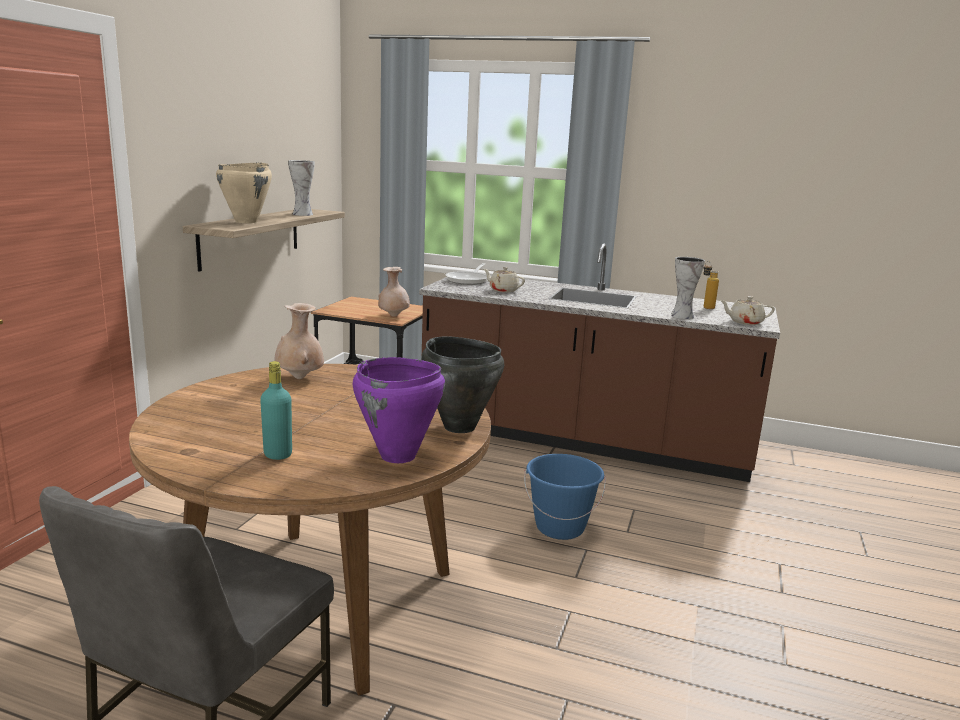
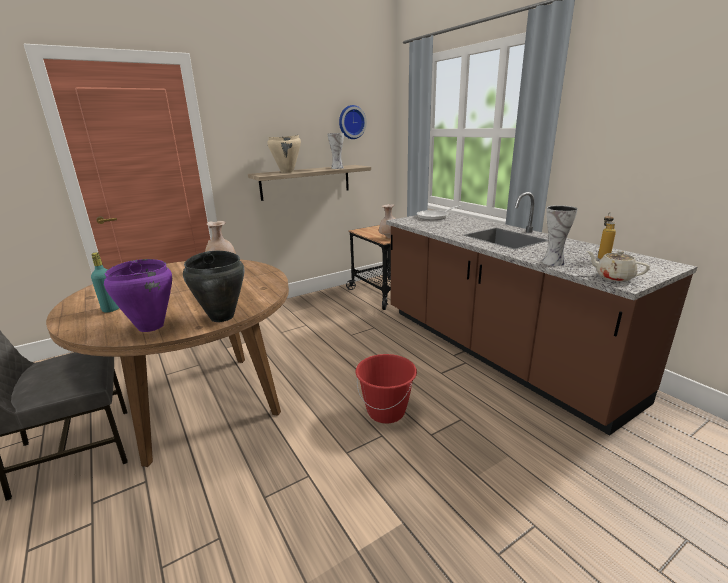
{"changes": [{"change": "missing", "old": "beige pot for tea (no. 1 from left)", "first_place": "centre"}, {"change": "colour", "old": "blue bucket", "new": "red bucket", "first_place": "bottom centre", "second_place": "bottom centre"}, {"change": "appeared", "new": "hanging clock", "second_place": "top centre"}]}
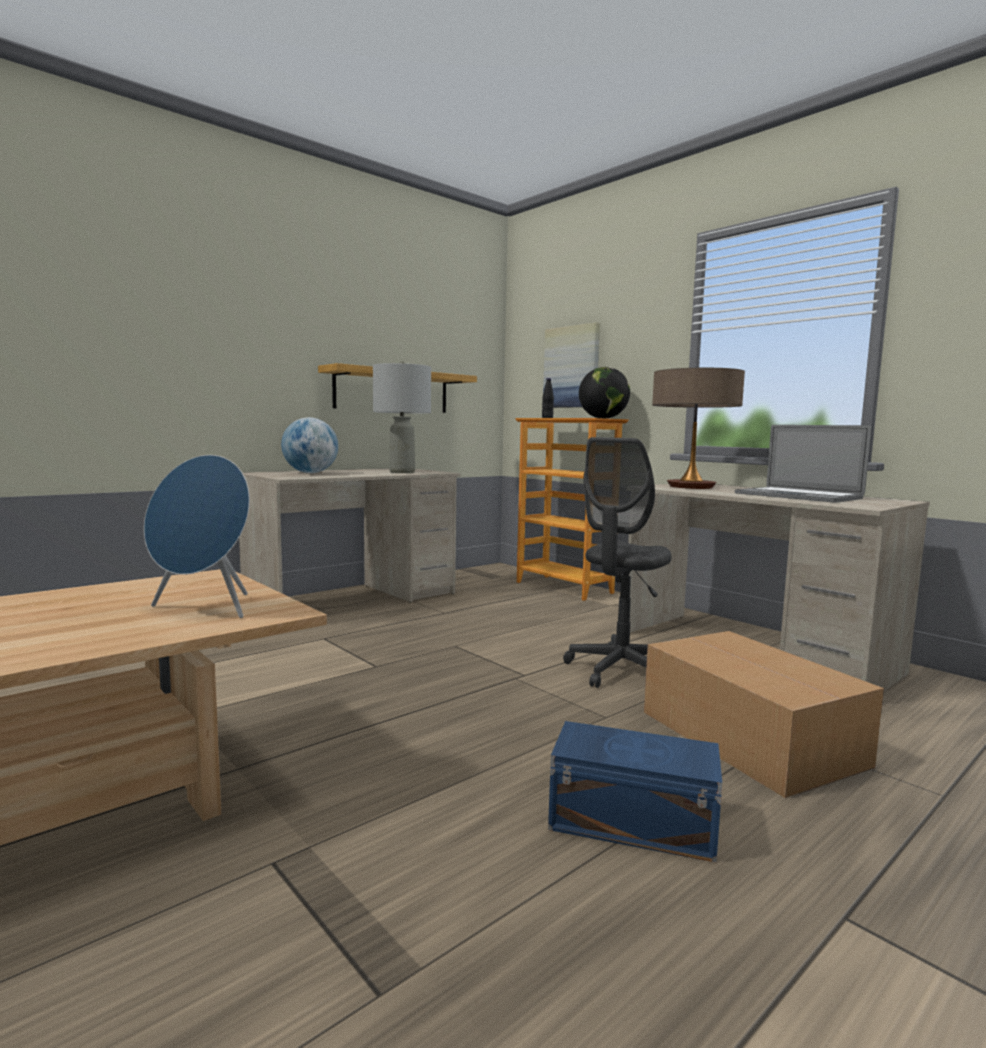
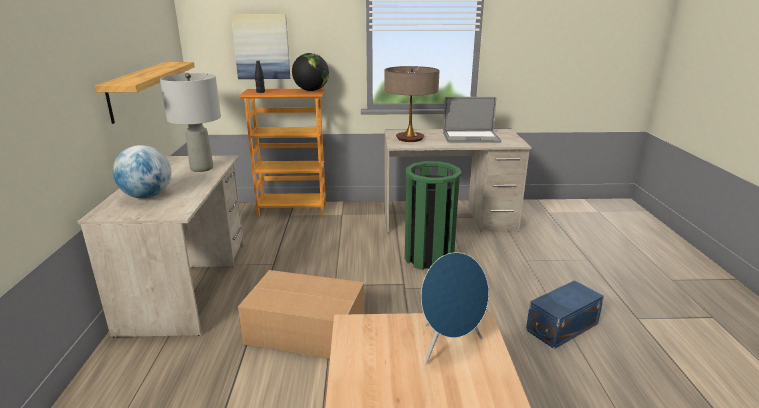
{"changes": [{"change": "exchanged", "old": "gray desk chair", "new": "green-coloured waste bin", "first_place": "centre", "second_place": "centre"}, {"change": "relocated", "old": "cardboard box", "first_place": "bottom right", "second_place": "bottom centre"}]}
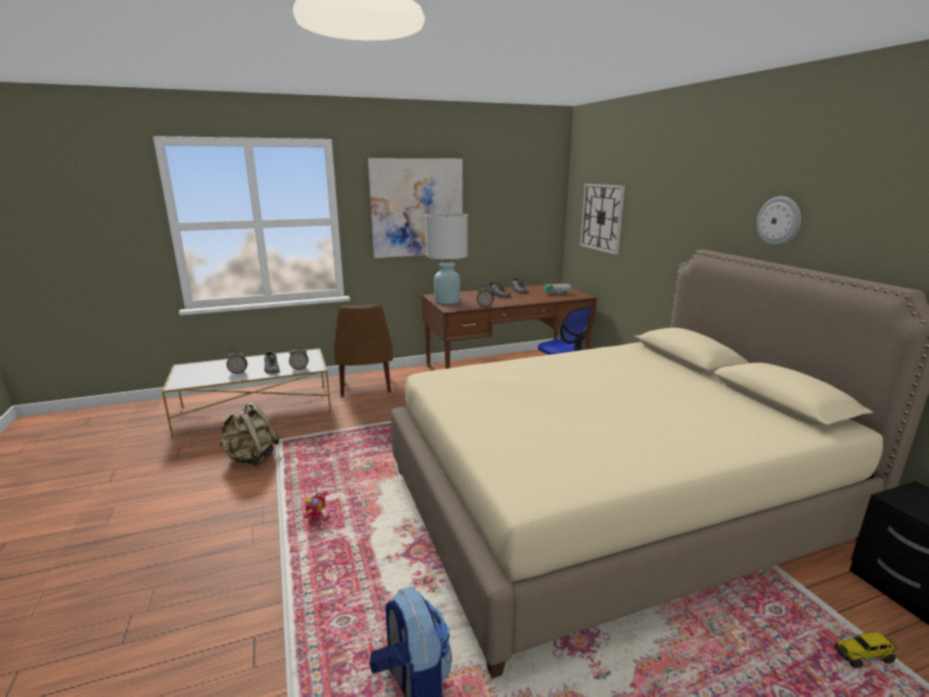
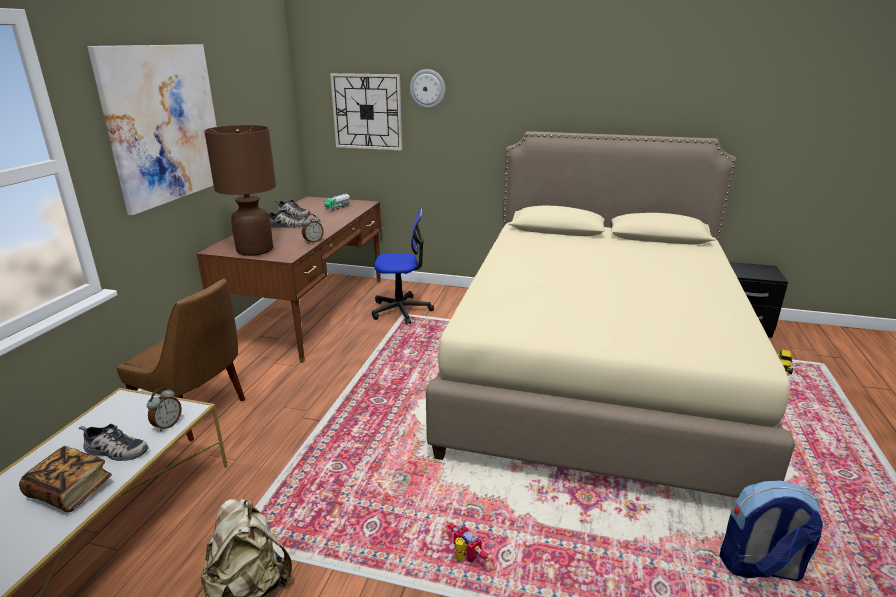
{"changes": [{"change": "relocated", "old": "hanging clock (no. 2 from left)", "first_place": "top right", "second_place": "top centre"}, {"change": "colour", "old": "white-coloured table lamp", "new": "brown table lamp", "first_place": "centre", "second_place": "top left"}, {"change": "exchanged", "old": "alarm clock (no. 1 from left)", "new": "book", "first_place": "middle left", "second_place": "bottom left"}]}
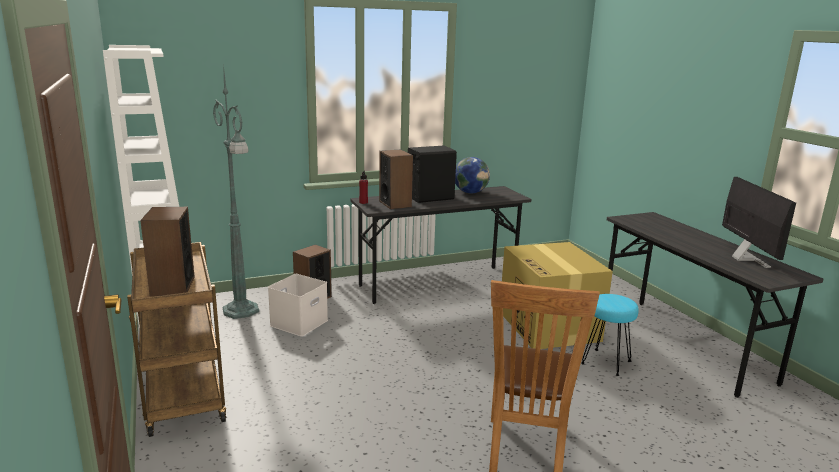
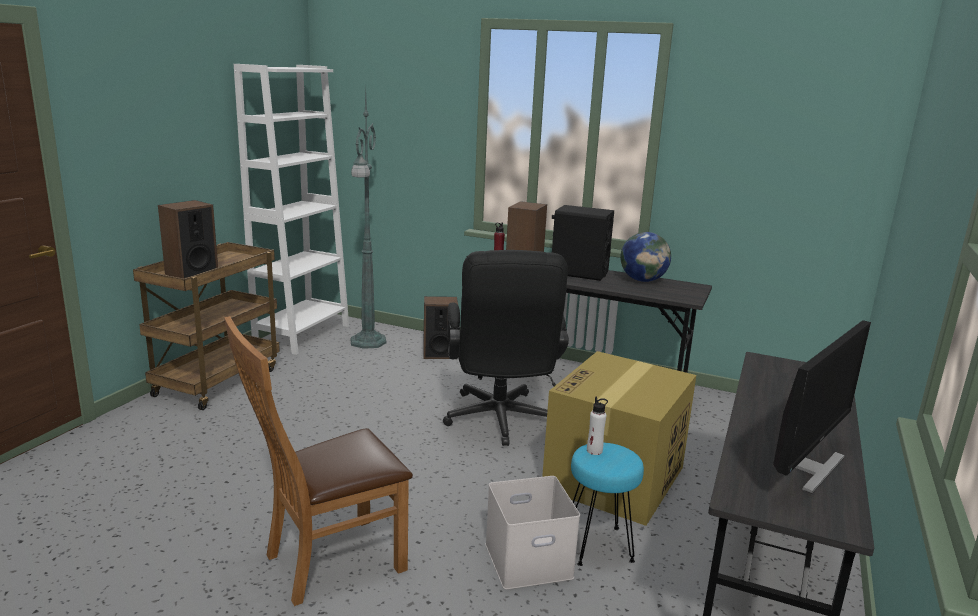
{"changes": [{"change": "relocated", "old": "white-coloured storage container", "first_place": "centre", "second_place": "bottom centre"}, {"change": "appeared", "new": "black-coloured desk chair", "second_place": "centre"}, {"change": "appeared", "new": "white-coloured beverage bottle", "second_place": "bottom centre"}]}
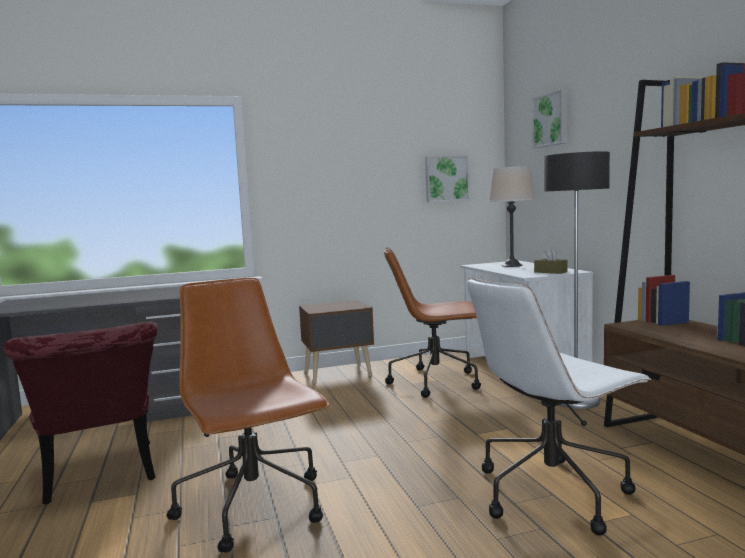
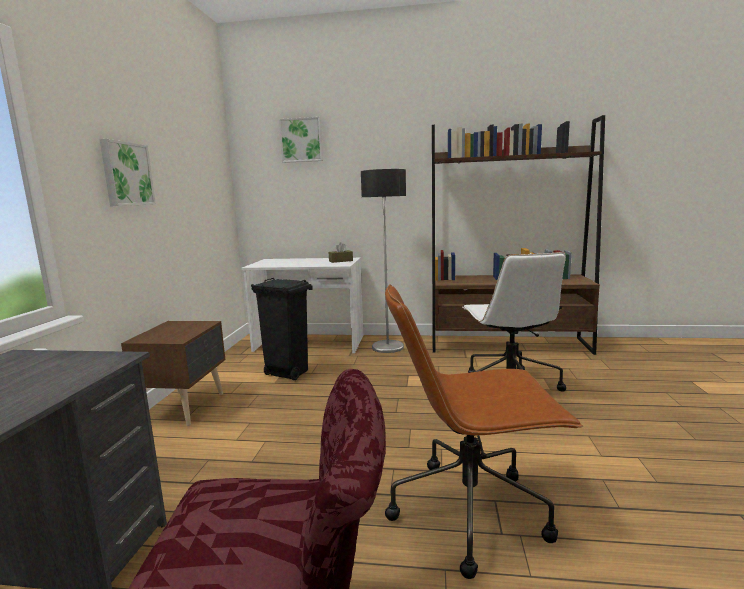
{"changes": [{"change": "relocated", "old": "wall picture (no. 1 from left)", "first_place": "top centre", "second_place": "top left"}, {"change": "missing", "old": "beige table lamp", "first_place": "middle right"}, {"change": "exchanged", "old": "brown desk chair (no. 2 from left)", "new": "black-coloured waste bin", "first_place": "centre", "second_place": "centre"}]}
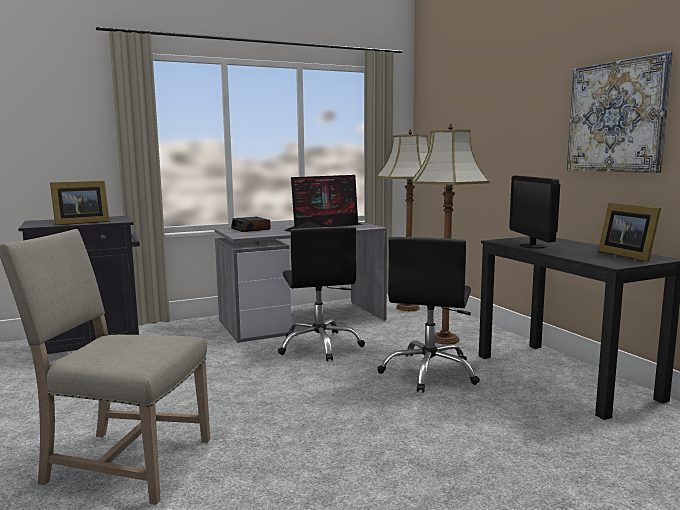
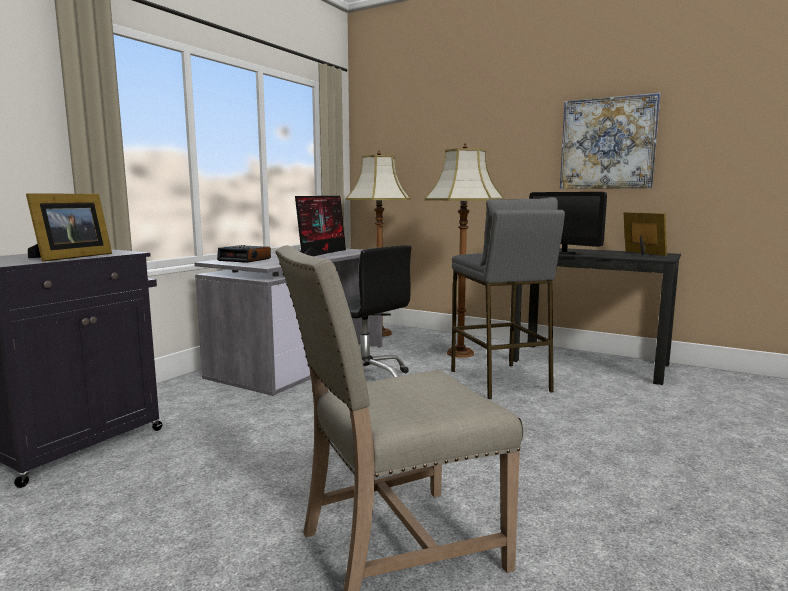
{"changes": [{"change": "spun", "old": "picture frame (no. 2 from left)", "first_place": "middle right", "second_place": "middle right", "degrees": -150}, {"change": "exchanged", "old": "black-coloured desk chair (no. 2 from left)", "new": "gray stool seat", "first_place": "centre", "second_place": "centre"}]}
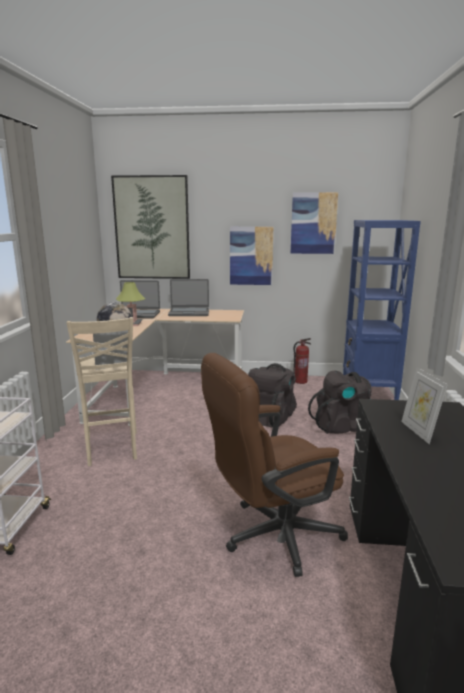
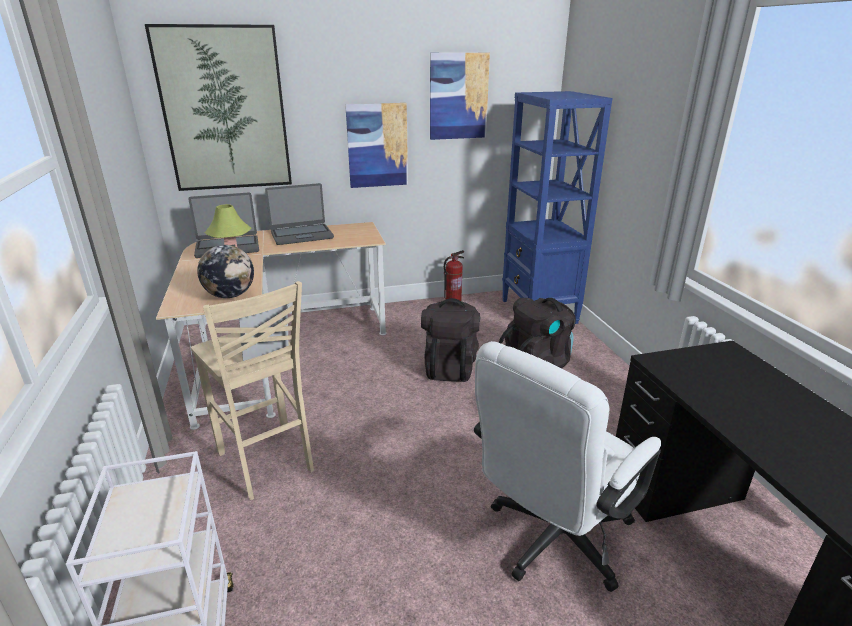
{"changes": [{"change": "colour", "old": "brown desk chair", "new": "white-coloured desk chair", "first_place": "bottom centre", "second_place": "bottom centre"}, {"change": "missing", "old": "picture frame (no. 2 from left)", "first_place": "middle right"}]}
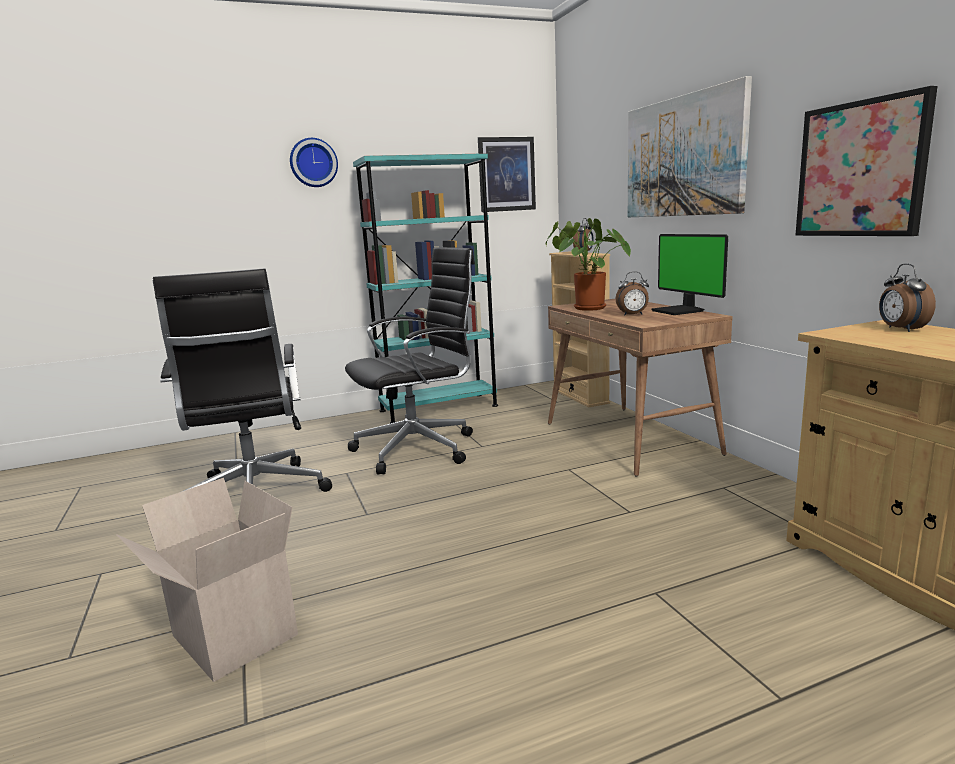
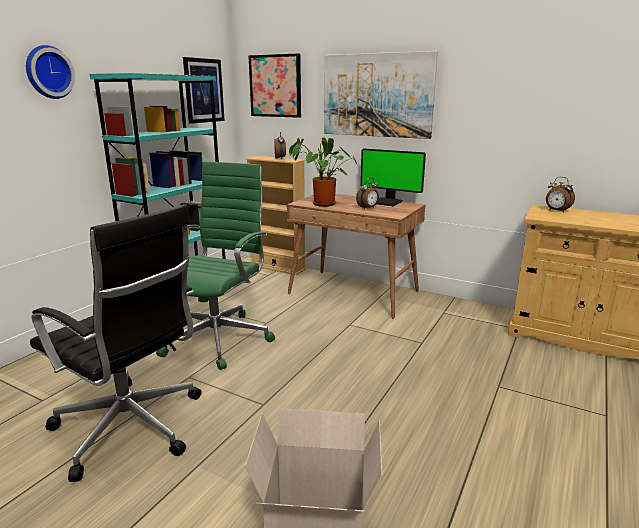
{"changes": [{"change": "relocated", "old": "wall picture (no. 3 from left in the first image)", "new": "wall picture (no. 2 from left)", "first_place": "top right", "second_place": "top centre"}, {"change": "colour", "old": "black-coloured desk chair (no. 2 from left)", "new": "green-coloured desk chair", "first_place": "centre", "second_place": "centre"}]}
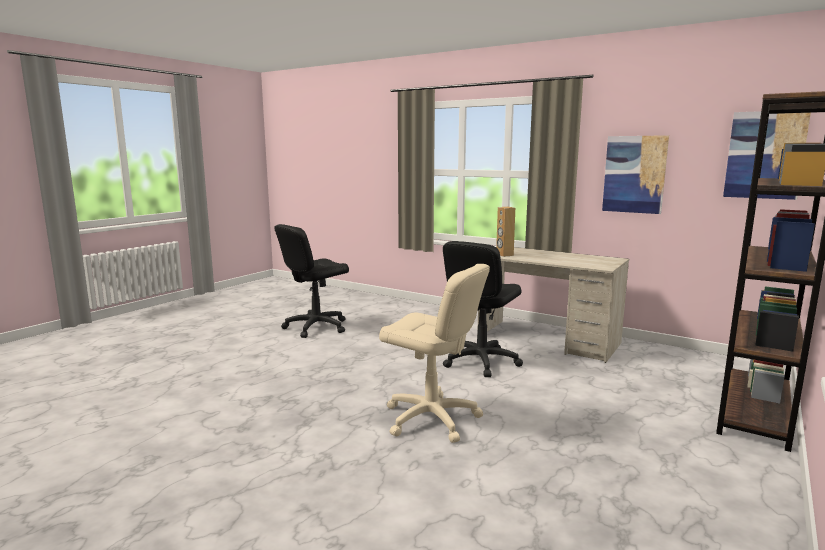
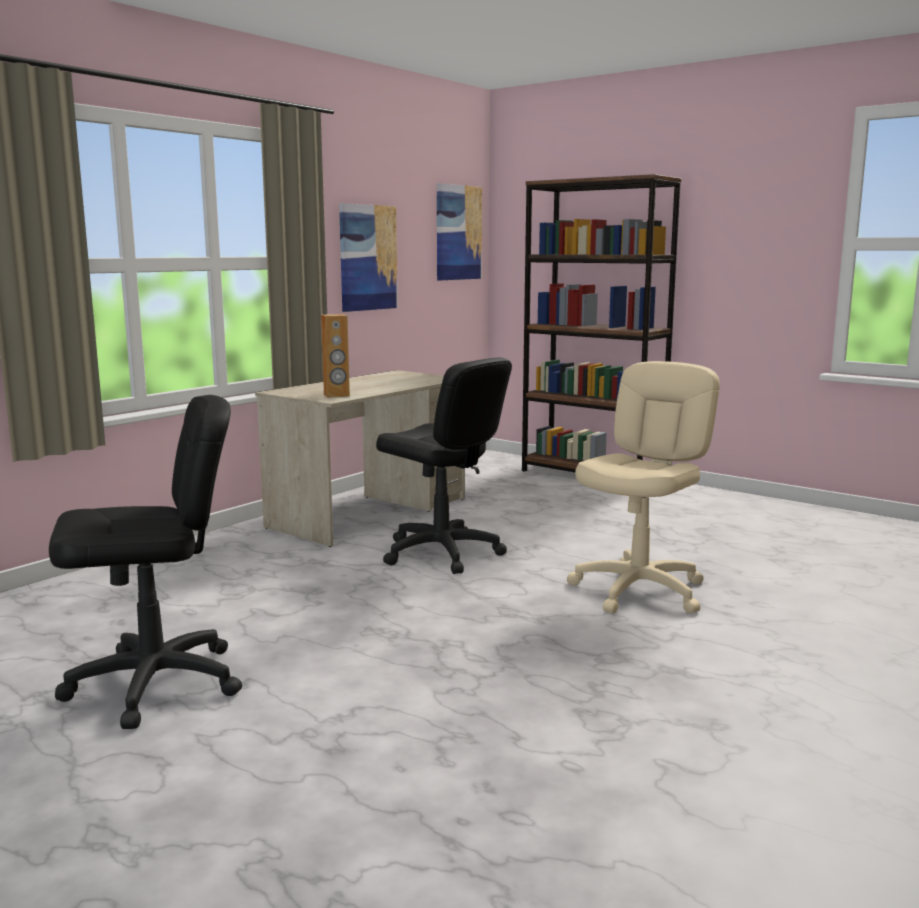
{"changes": [{"change": "spun", "old": "black-coloured desk chair (no. 1 from left)", "first_place": "centre", "second_place": "middle left", "degrees": -75}]}
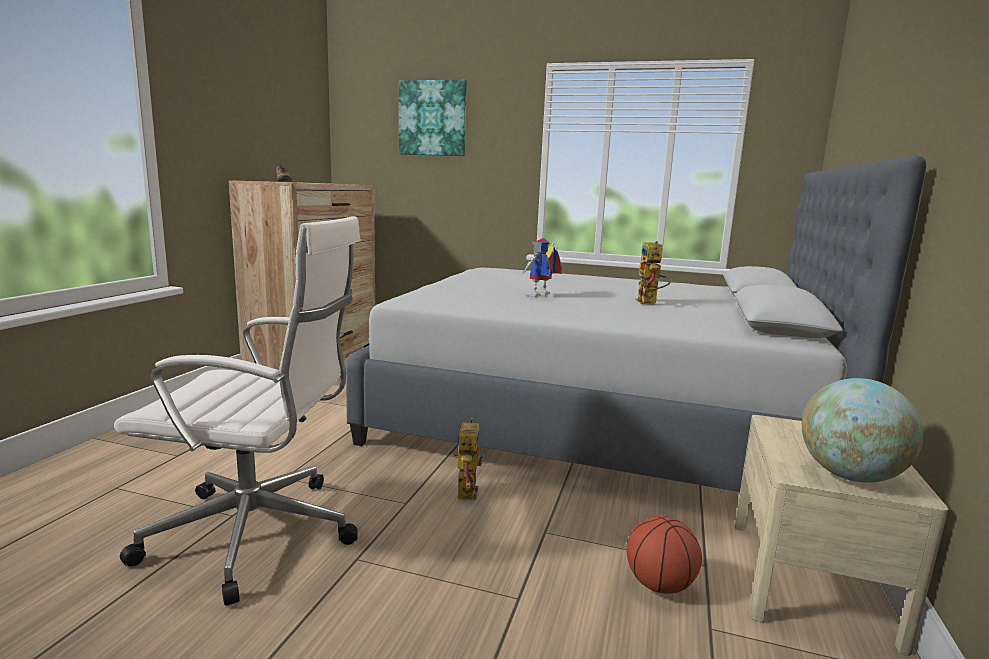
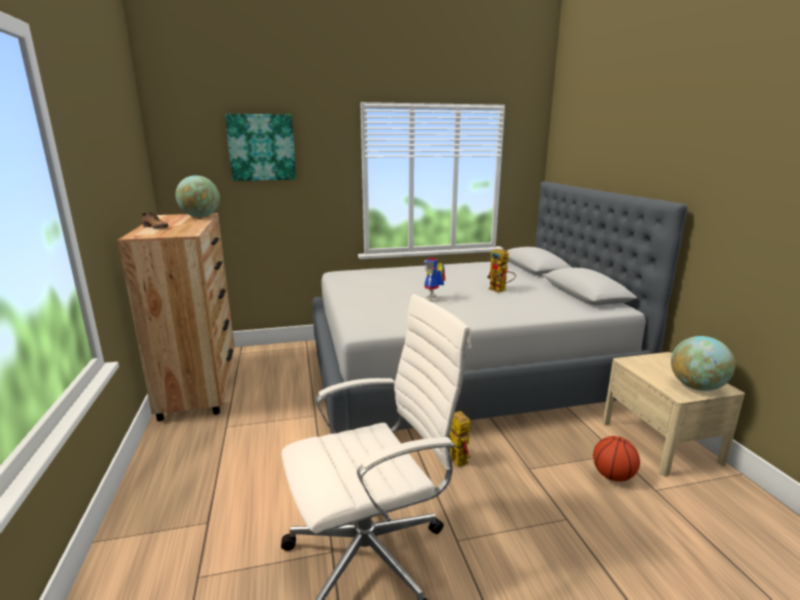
{"changes": [{"change": "appeared", "new": "desk globe (no. 1 from left)", "second_place": "top left"}]}
